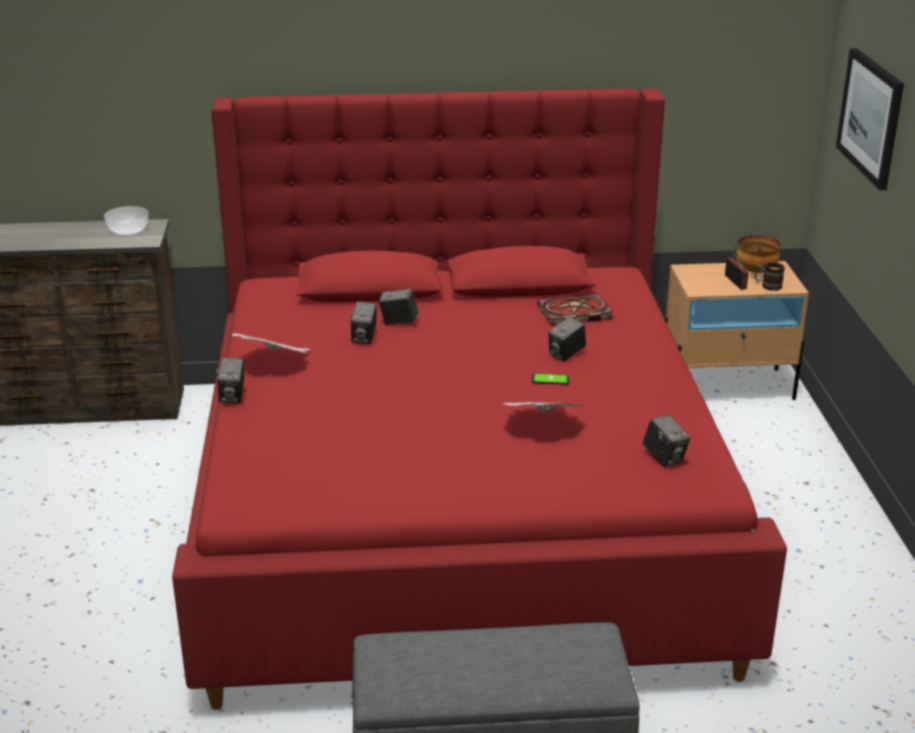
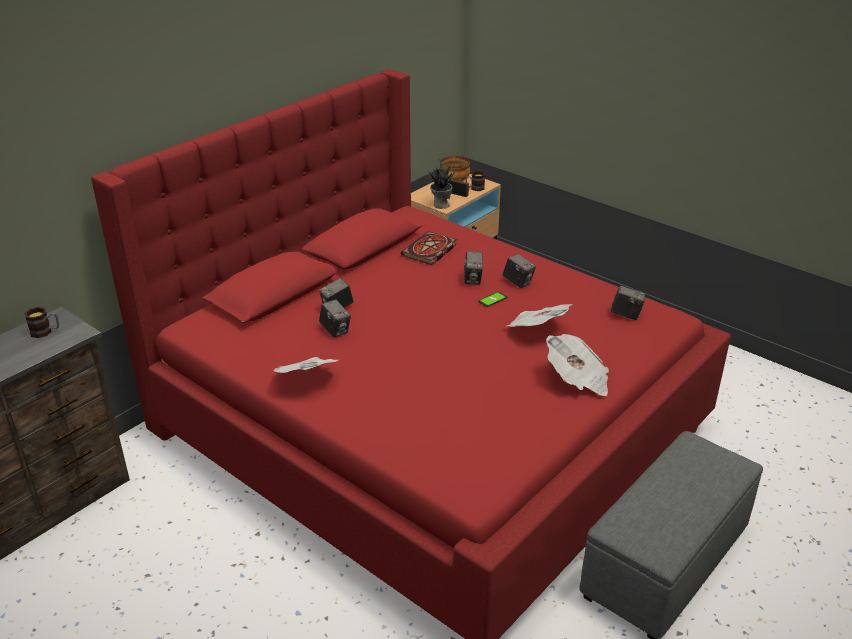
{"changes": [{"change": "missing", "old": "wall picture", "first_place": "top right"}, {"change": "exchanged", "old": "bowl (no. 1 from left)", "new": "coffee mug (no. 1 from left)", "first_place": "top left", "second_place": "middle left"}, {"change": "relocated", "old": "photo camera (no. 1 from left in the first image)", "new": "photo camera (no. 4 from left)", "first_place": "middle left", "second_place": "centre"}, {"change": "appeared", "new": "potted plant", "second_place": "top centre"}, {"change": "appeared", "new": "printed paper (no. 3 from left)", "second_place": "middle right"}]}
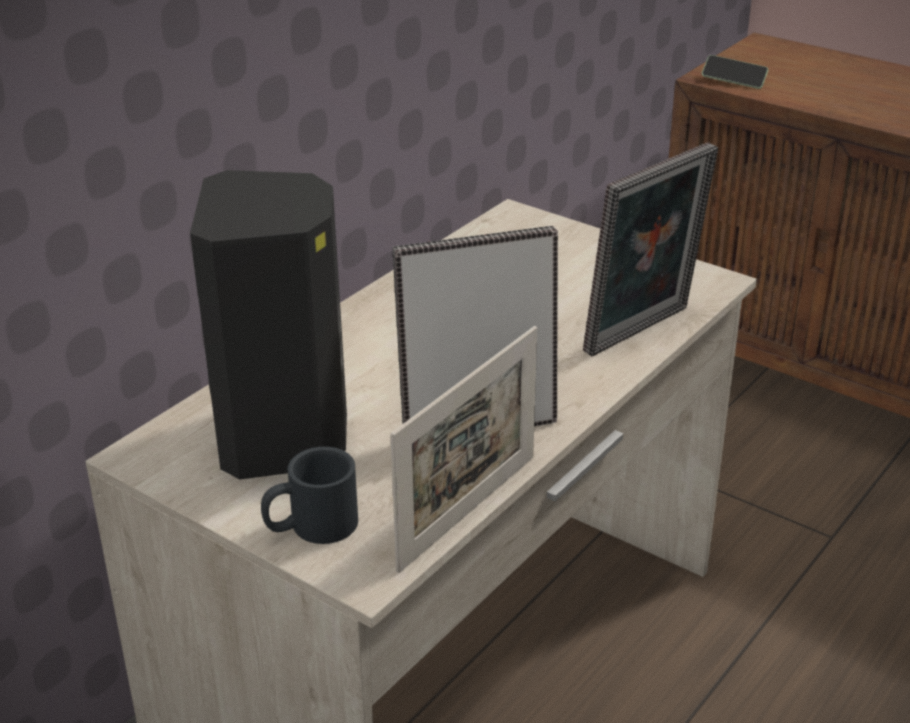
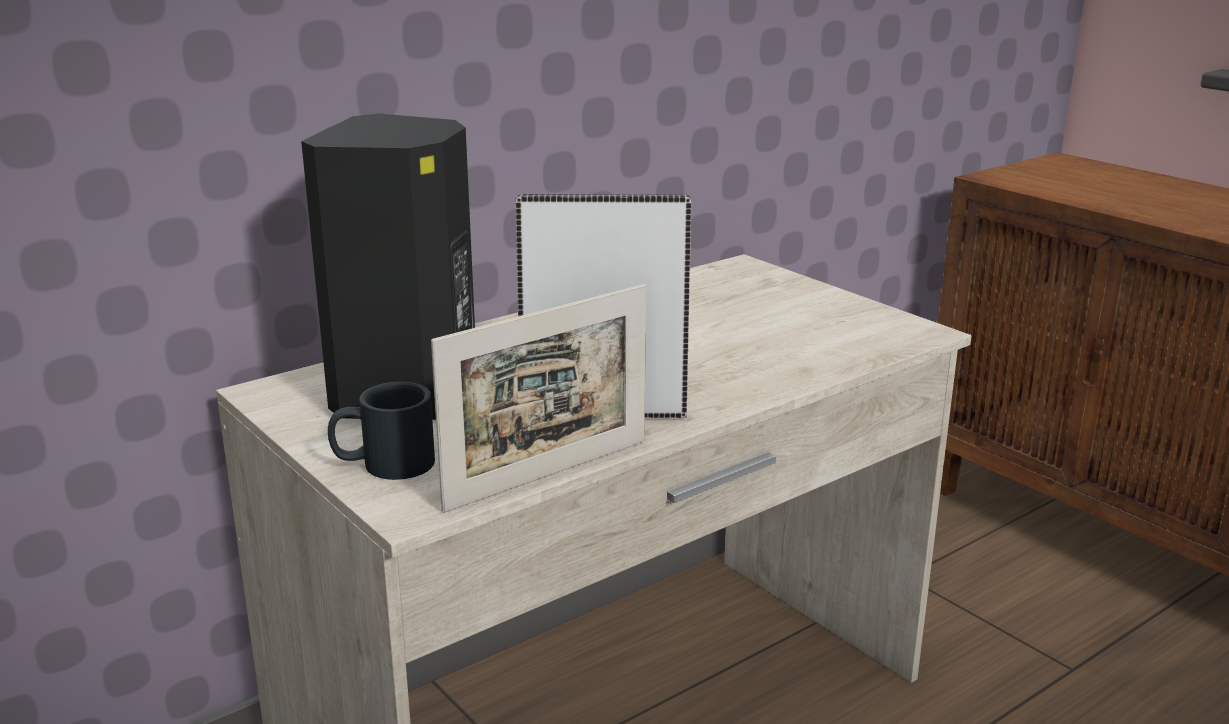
{"changes": [{"change": "missing", "old": "handset", "first_place": "top right"}, {"change": "missing", "old": "picture frame (no. 3 from left)", "first_place": "middle right"}]}
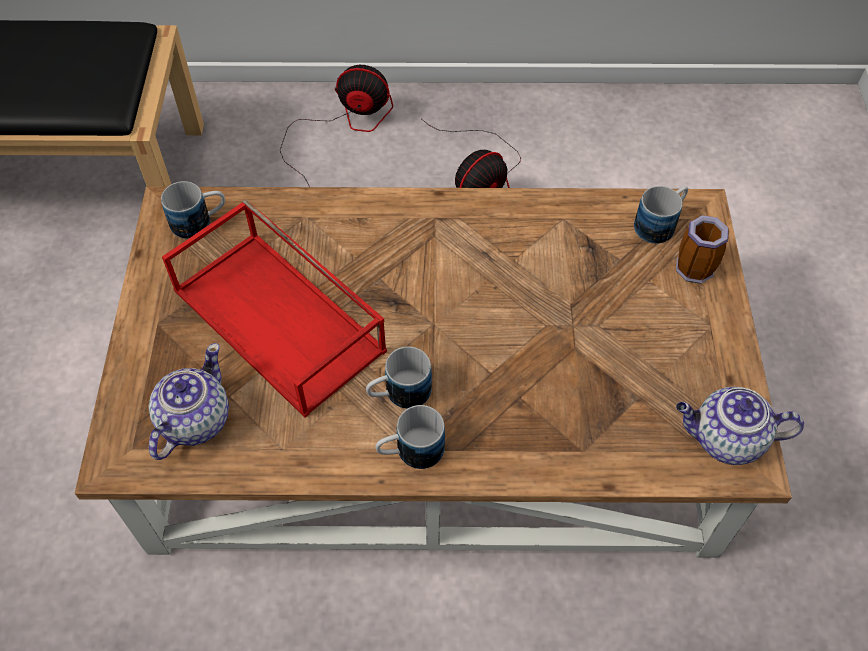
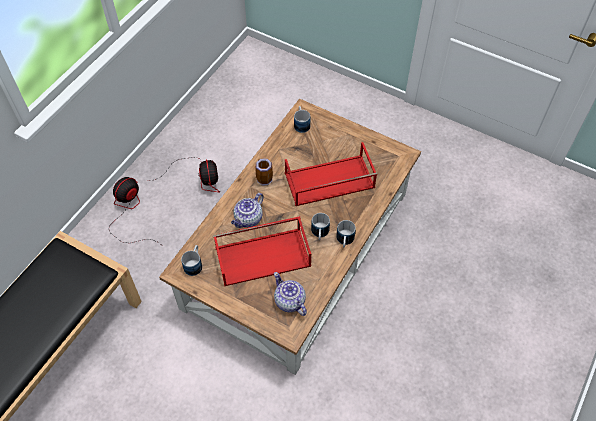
{"changes": [{"change": "relocated", "old": "coffee mug (no. 5 from left in the first image)", "new": "coffee mug (no. 2 from left)", "first_place": "middle right", "second_place": "centre"}, {"change": "relocated", "old": "pot for tea (no. 2 from left in the first image)", "new": "pot for tea (no. 1 from left)", "first_place": "middle right", "second_place": "centre"}, {"change": "appeared", "new": "red tray (no. 2 from left)", "second_place": "centre"}]}
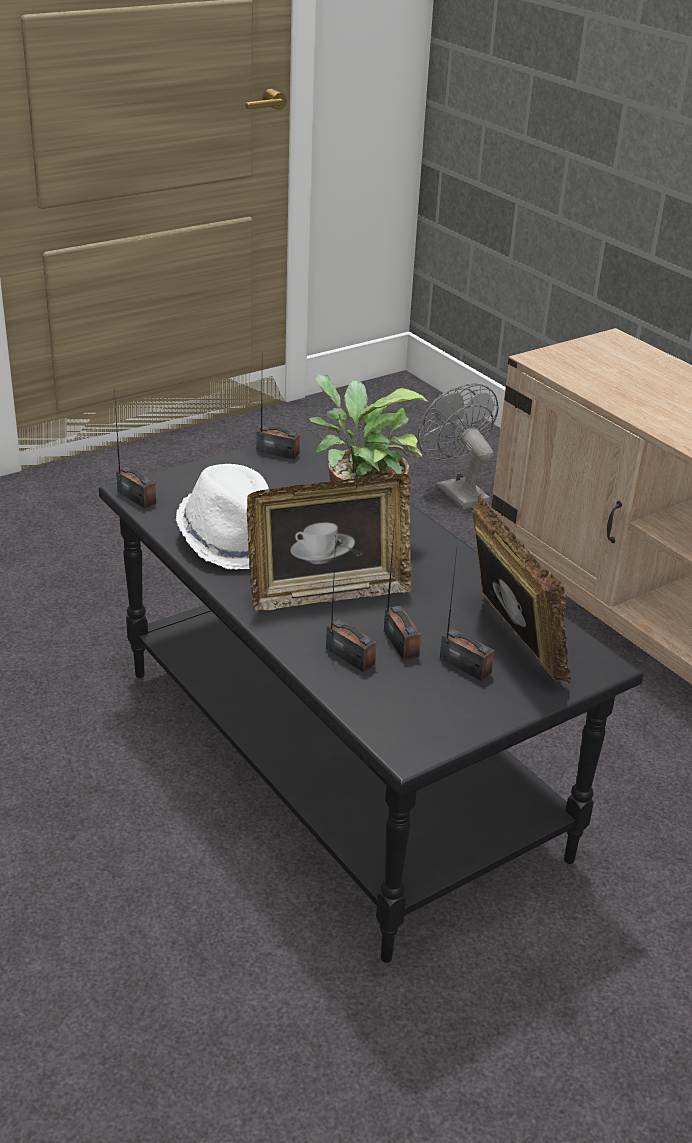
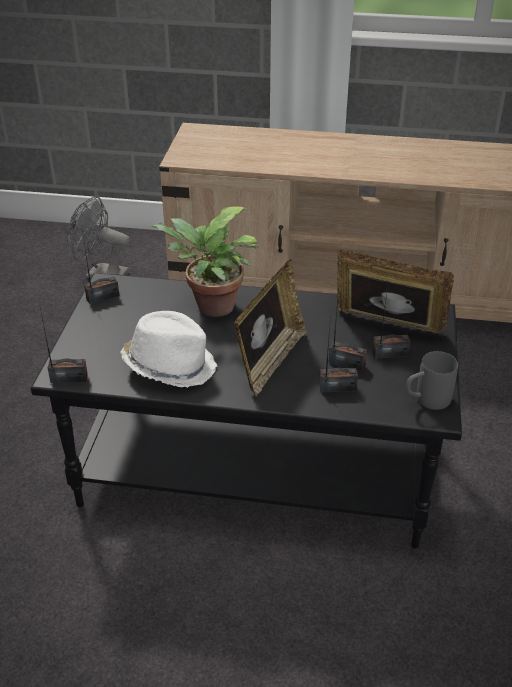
{"changes": [{"change": "appeared", "new": "gray coffee mug", "second_place": "middle right"}]}
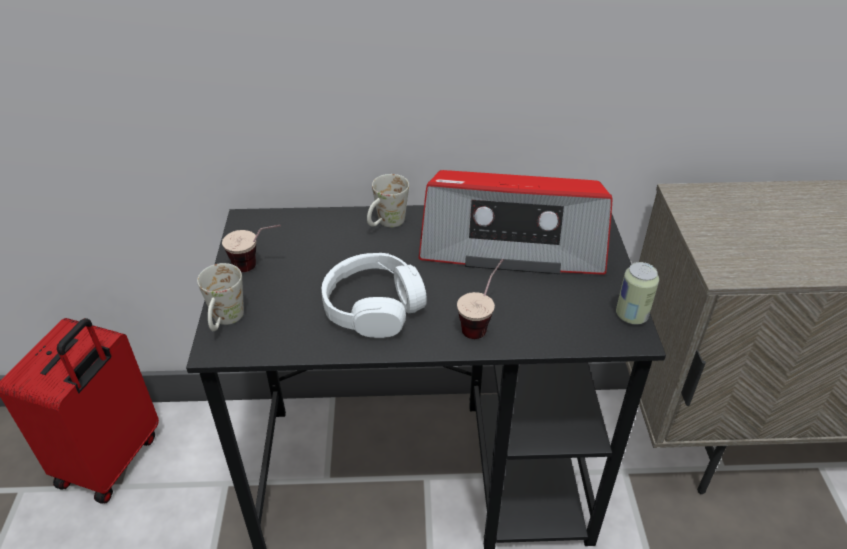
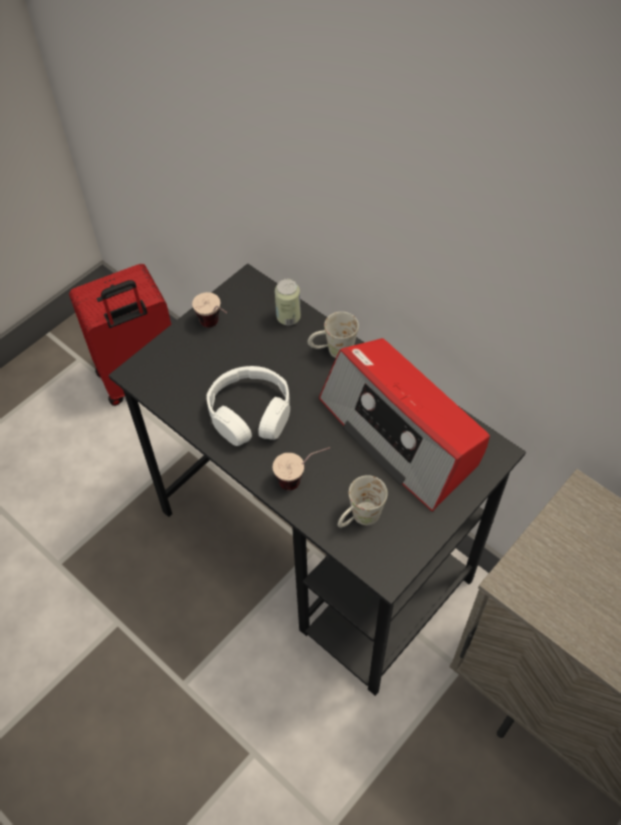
{"changes": [{"change": "relocated", "old": "can", "first_place": "middle right", "second_place": "centre"}, {"change": "relocated", "old": "white-coloured coffee mug (no. 1 from left in the first image)", "new": "white-coloured coffee mug (no. 2 from left)", "first_place": "middle left", "second_place": "centre"}]}
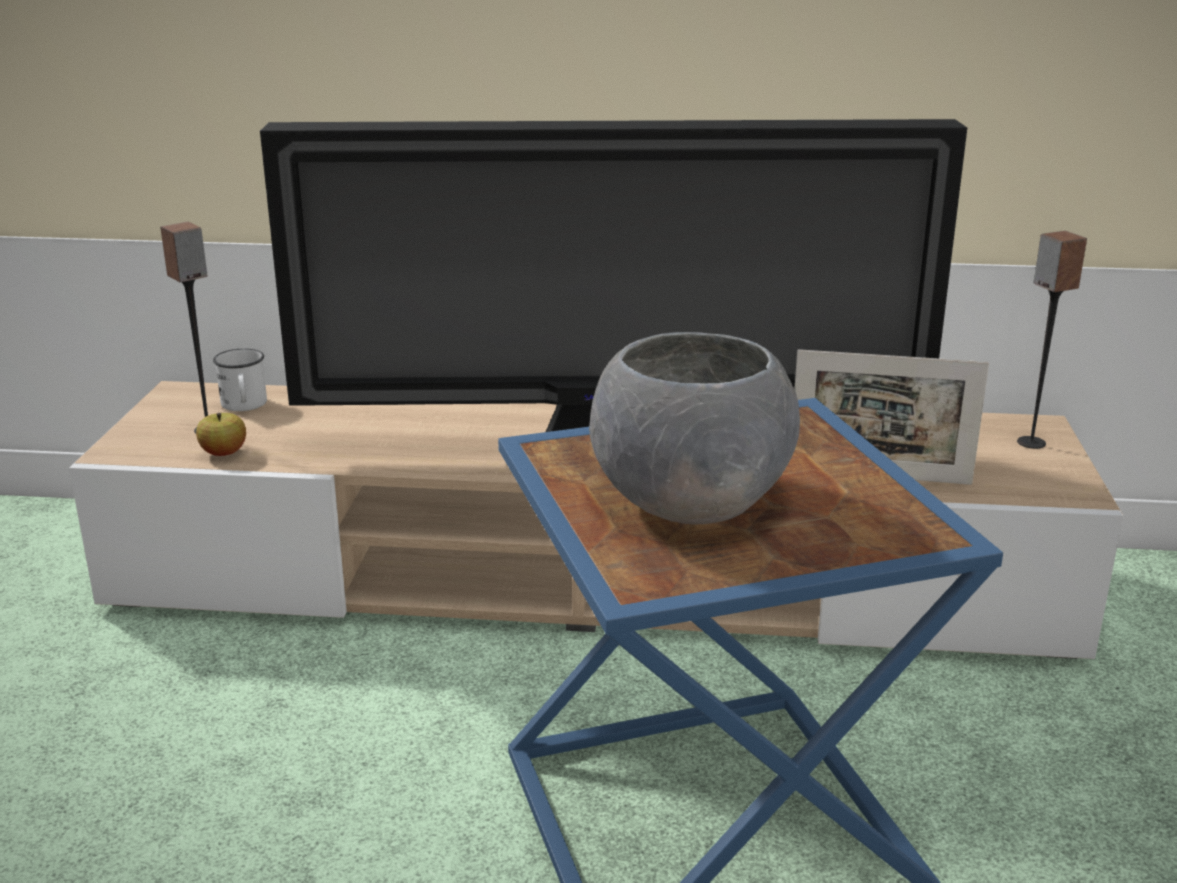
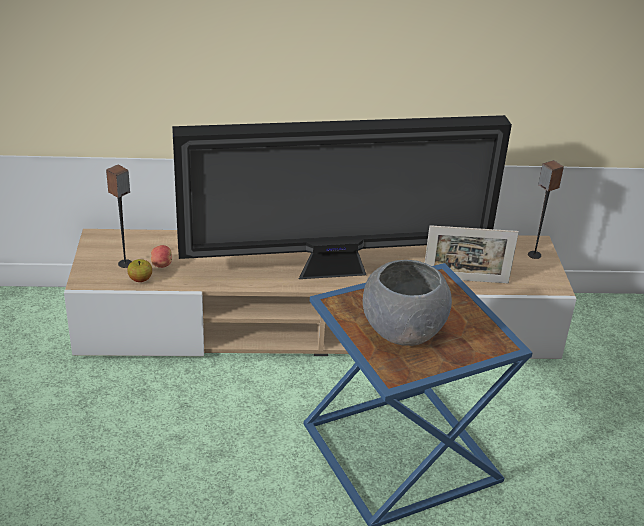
{"changes": [{"change": "missing", "old": "white-coloured coffee mug", "first_place": "middle left"}, {"change": "appeared", "new": "apple (no. 2 from left)", "second_place": "middle left"}]}
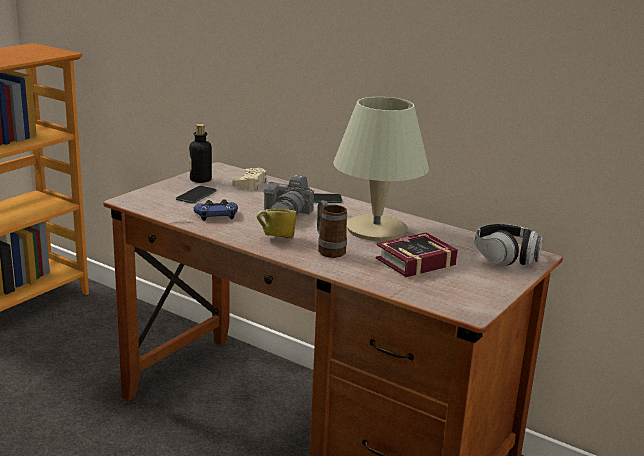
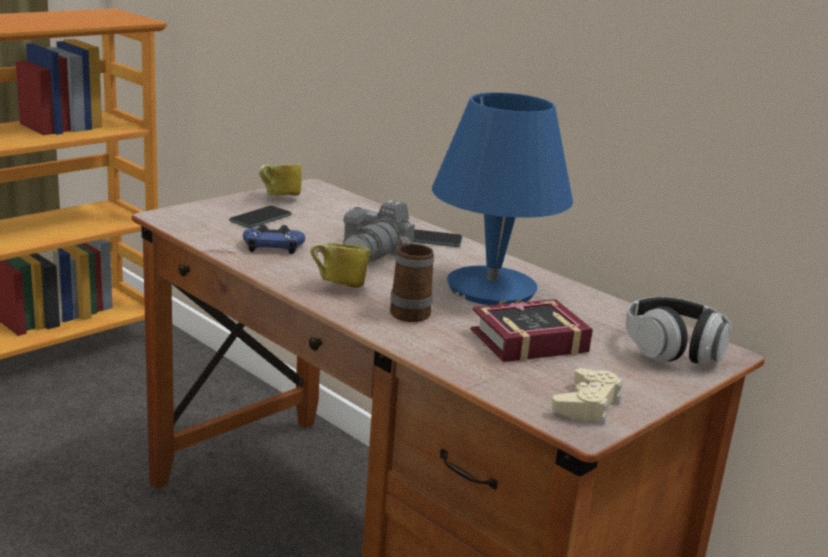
{"changes": [{"change": "colour", "old": "beige table lamp", "new": "blue table lamp", "first_place": "centre", "second_place": "centre"}, {"change": "exchanged", "old": "beverage bottle", "new": "coffee mug (no. 1 from left)", "first_place": "middle left", "second_place": "top centre"}, {"change": "relocated", "old": "beige joypad", "first_place": "centre", "second_place": "bottom right"}]}
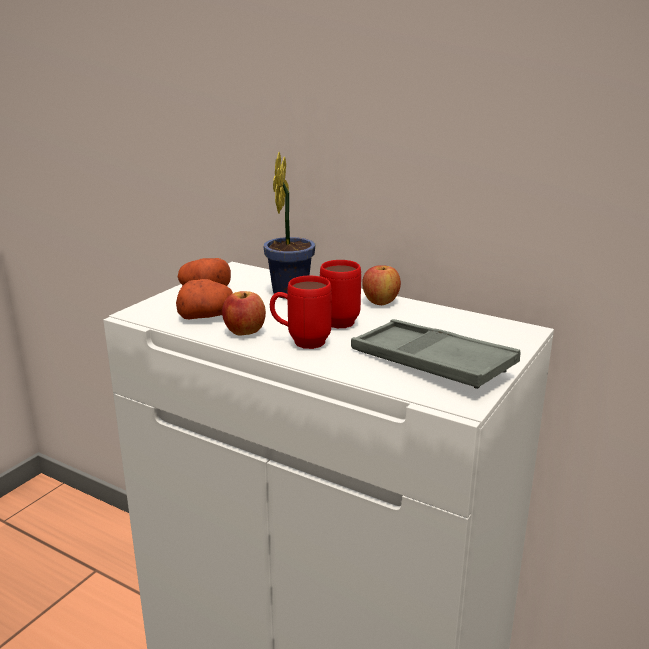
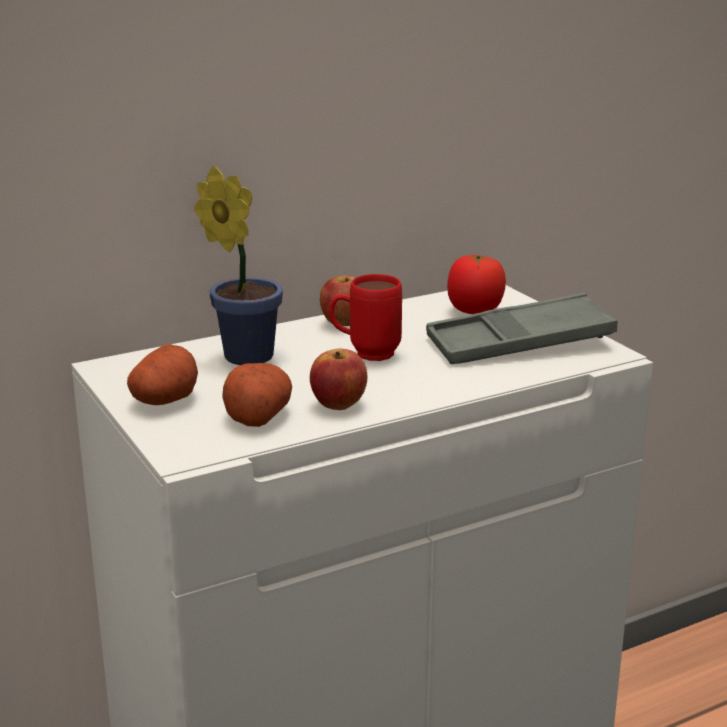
{"changes": [{"change": "missing", "old": "red coffee mug (no. 1 from left)", "first_place": "centre"}, {"change": "appeared", "new": "tomato", "second_place": "centre"}]}
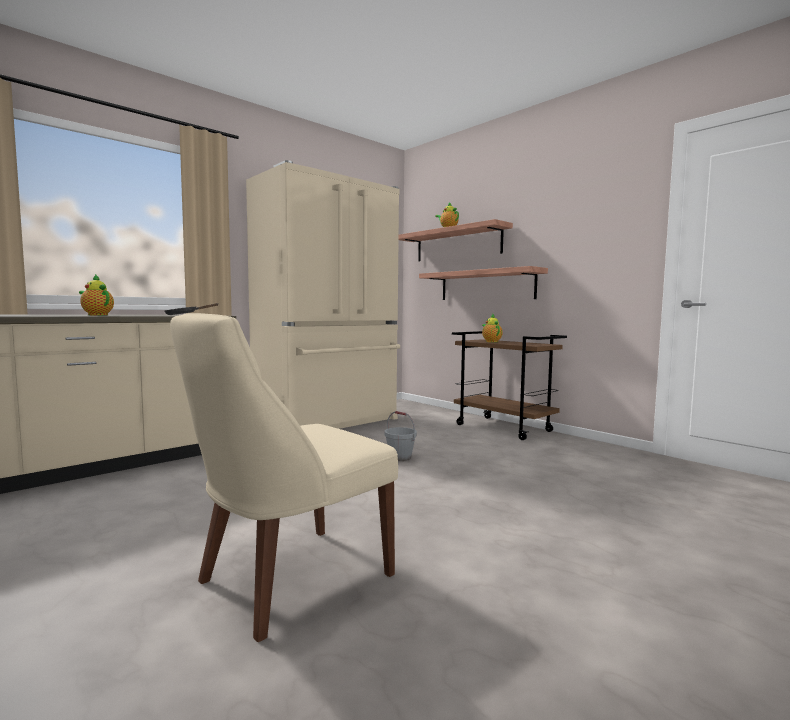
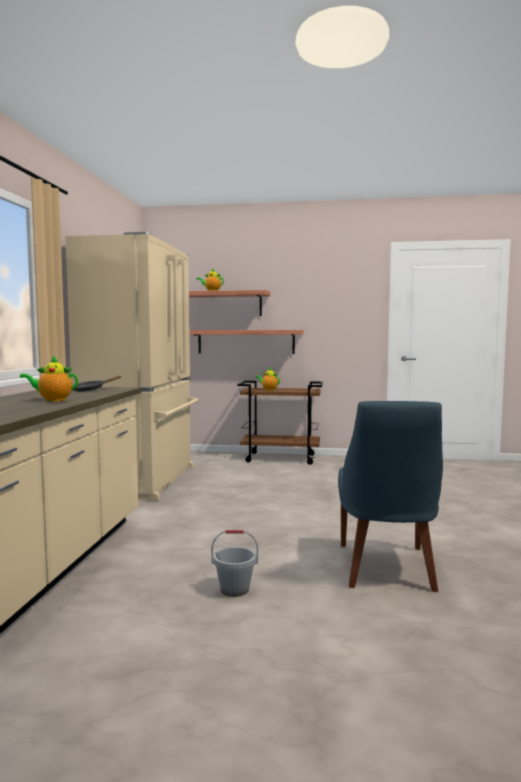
{"changes": [{"change": "colour", "old": "beige upright chair", "new": "blue upright chair", "first_place": "centre", "second_place": "middle right"}, {"change": "relocated", "old": "gray bucket", "first_place": "centre", "second_place": "bottom centre"}]}
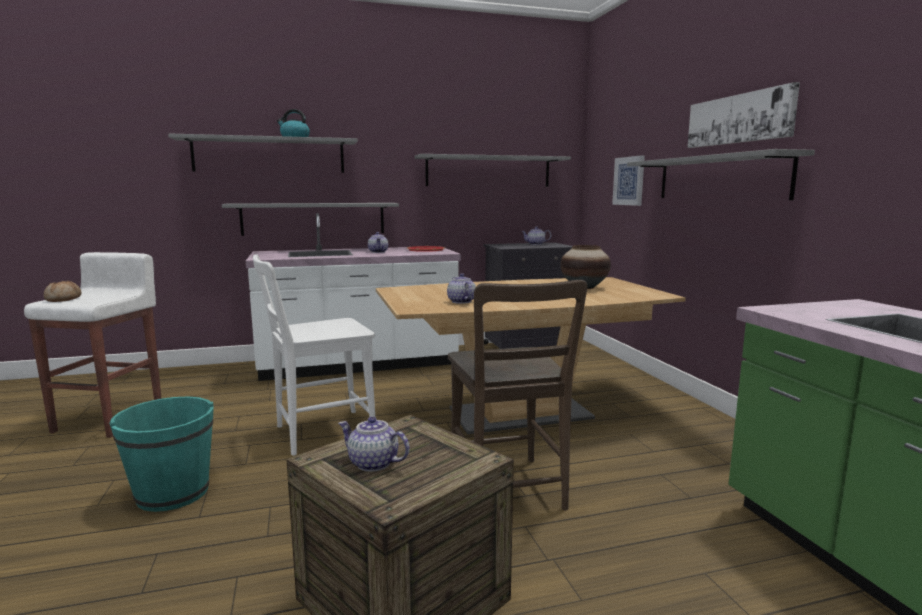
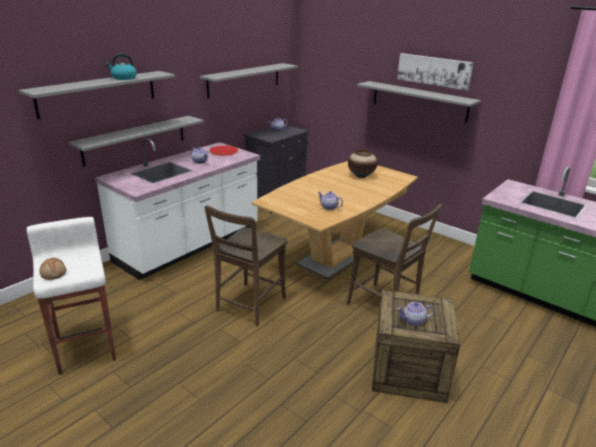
{"changes": [{"change": "missing", "old": "wall picture (no. 1 from left)", "first_place": "top right"}, {"change": "colour", "old": "white-coloured upright chair", "new": "brown upright chair (no. 1 from left)", "first_place": "centre", "second_place": "centre"}, {"change": "missing", "old": "blue-green bucket", "first_place": "bottom left"}]}
